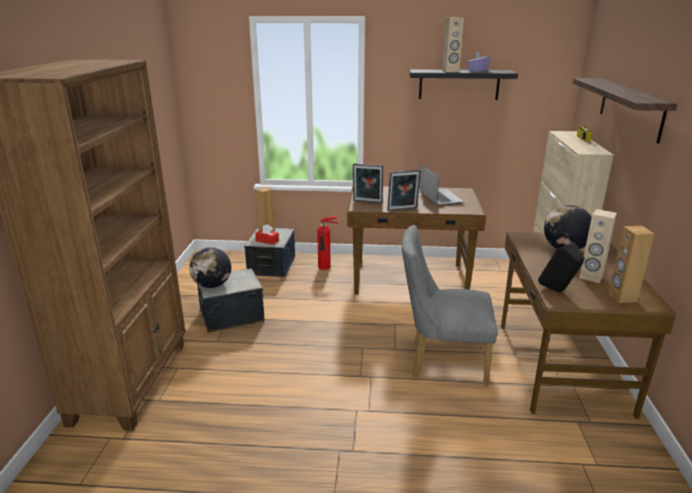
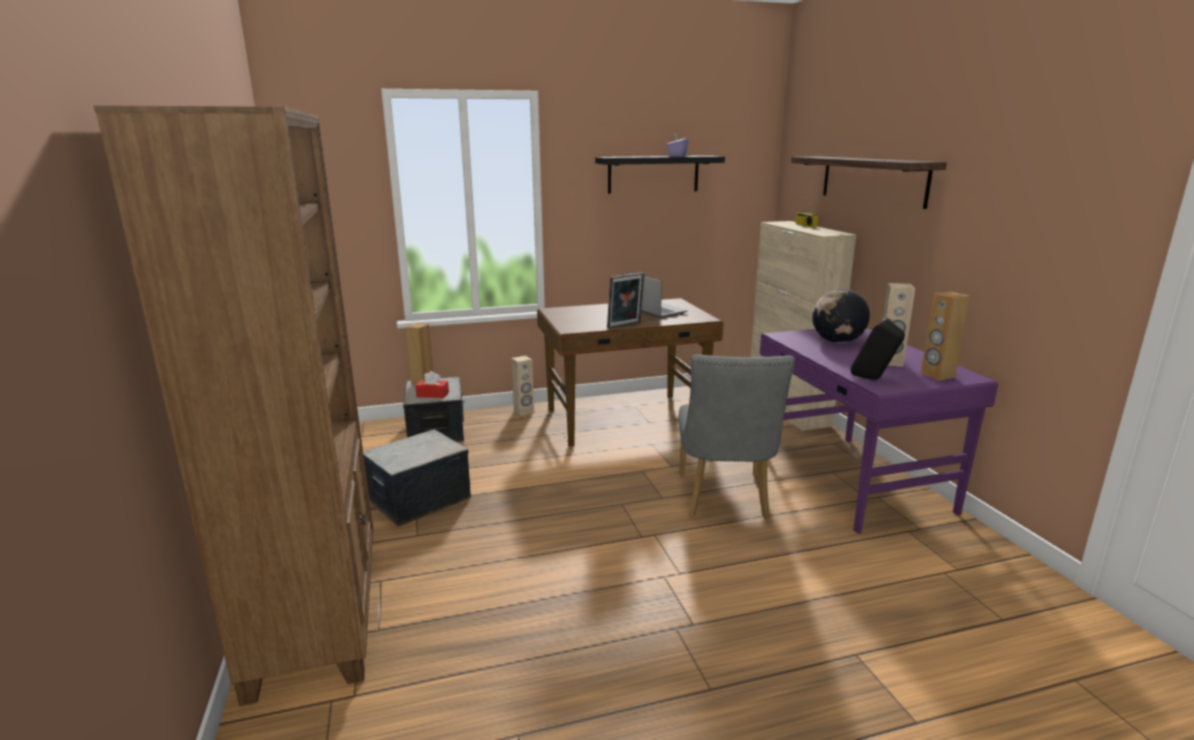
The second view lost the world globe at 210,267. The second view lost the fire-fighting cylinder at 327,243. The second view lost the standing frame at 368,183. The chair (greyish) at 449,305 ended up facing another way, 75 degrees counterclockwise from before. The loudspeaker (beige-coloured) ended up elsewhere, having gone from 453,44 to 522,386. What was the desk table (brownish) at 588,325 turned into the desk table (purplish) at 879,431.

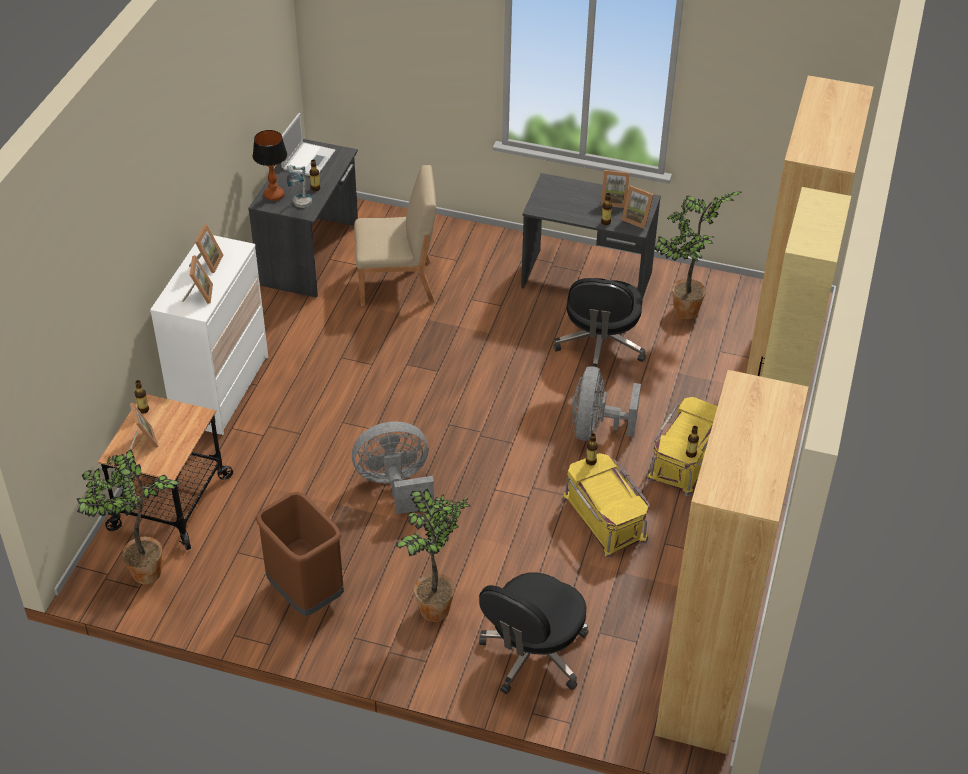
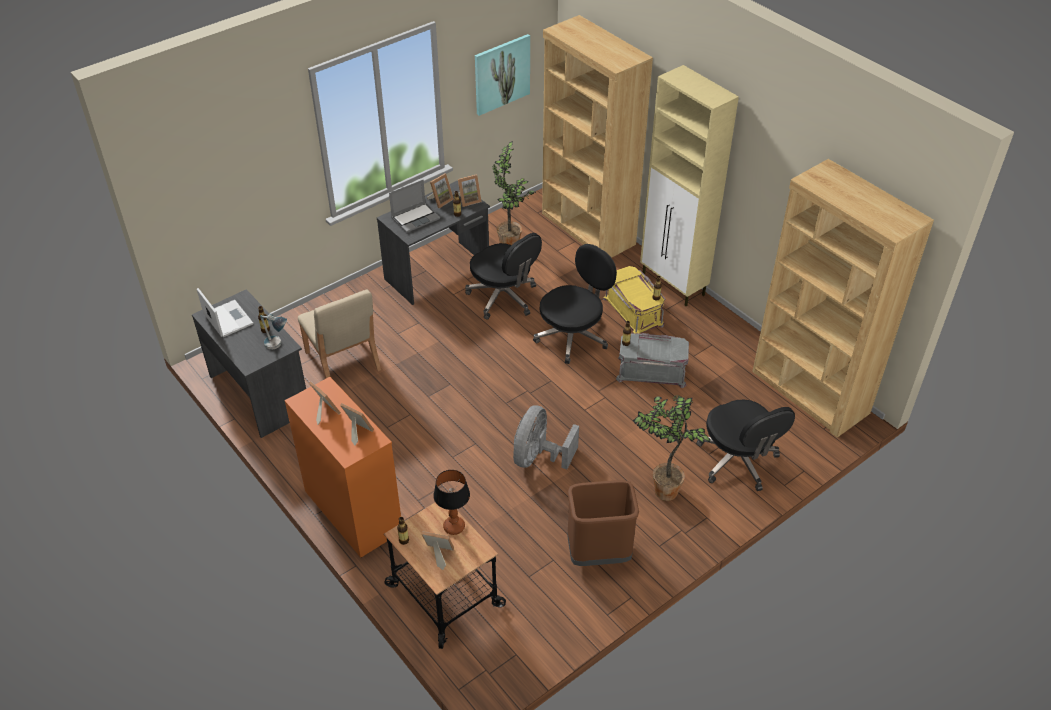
The second view lost the plant in a pot at 128,516. What was the chest of drawers (whitish) at 209,335 turned into the chest of drawers (orangey) at 342,467. The tabletop lamp ended up elsewhere, having gone from 270,165 to 451,502. The chair (beige-coloured) at 395,235 ended up facing another way, 120 degrees clockwise from before. What was the storage box (yellowish) at 606,505 turned into the storage box (greyish) at 652,360. Where the electric fan (greyish) stood at 606,403, the office chair (blackish) came to stand at 575,304. The second view gained the laptop at 414,206. The second view gained the picture at 502,75.

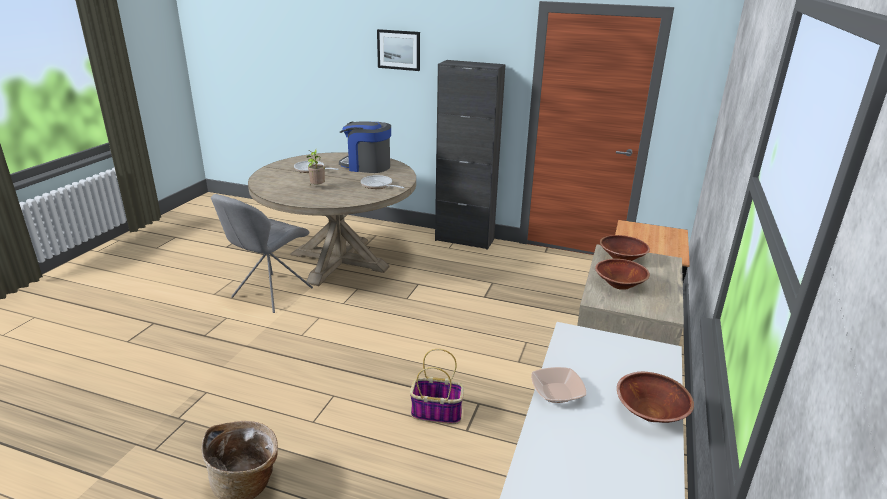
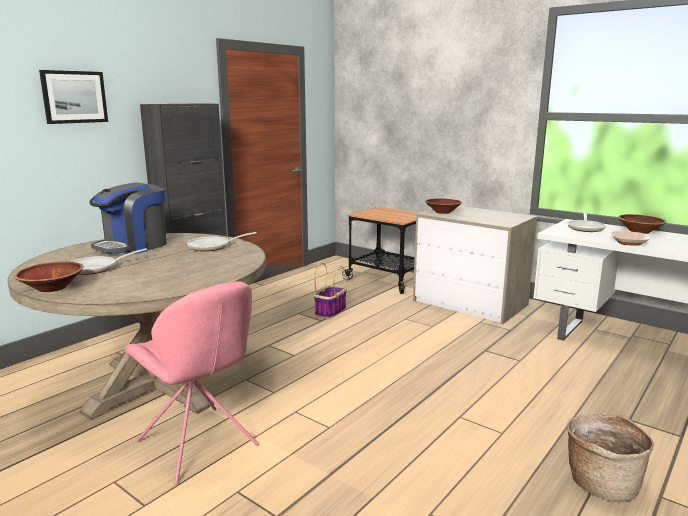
What was the chair (greyish) at 262,253 turned into the chair (pink) at 192,382. The second view lost the plant in a pot at 316,167. The basket ended up elsewhere, having gone from 437,386 to 330,291. The deep dish (brownish) ended up elsewhere, having gone from 622,274 to 49,276. The second view gained the frying pan at 587,222.

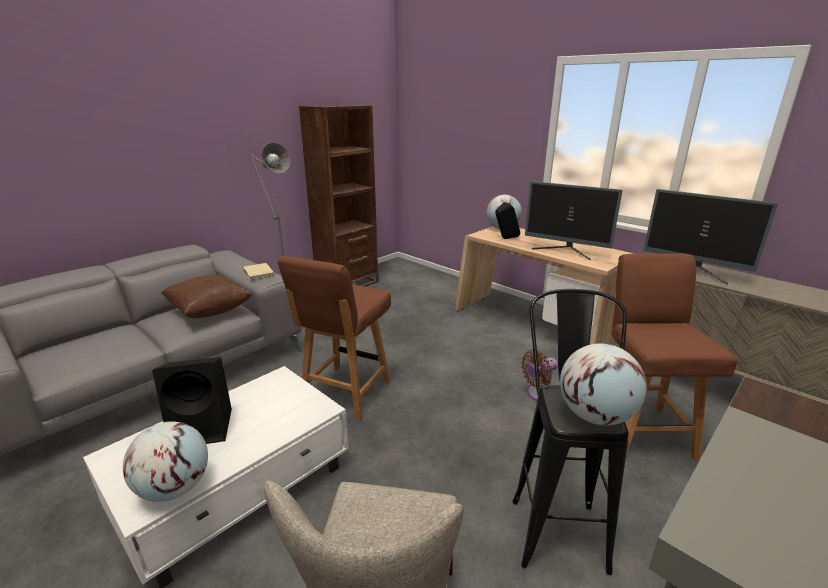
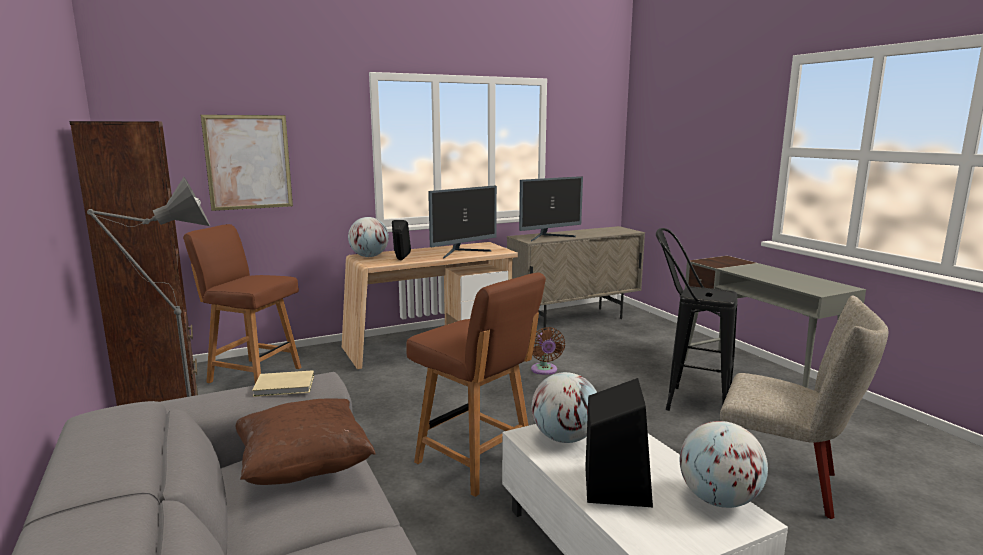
The world globe ended up elsewhere, having gone from 603,384 to 564,407. The chair (brownish) ended up elsewhere, having gone from 674,357 to 242,303. The second view gained the picture at 247,163.

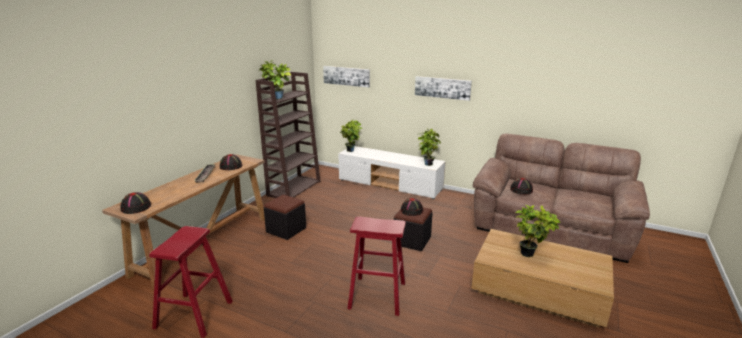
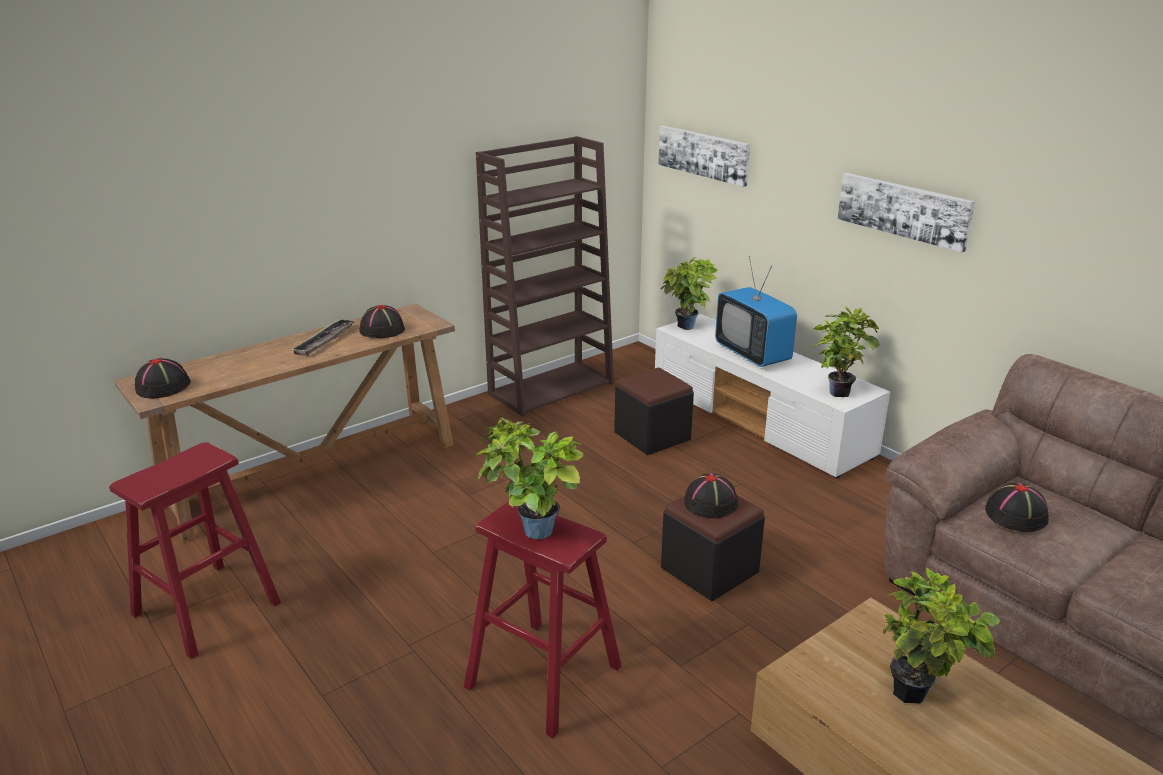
The plant in a pot ended up elsewhere, having gone from 275,79 to 529,478. The ottoman (blackish) ended up elsewhere, having gone from 285,217 to 654,411. The second view gained the television at 756,311.

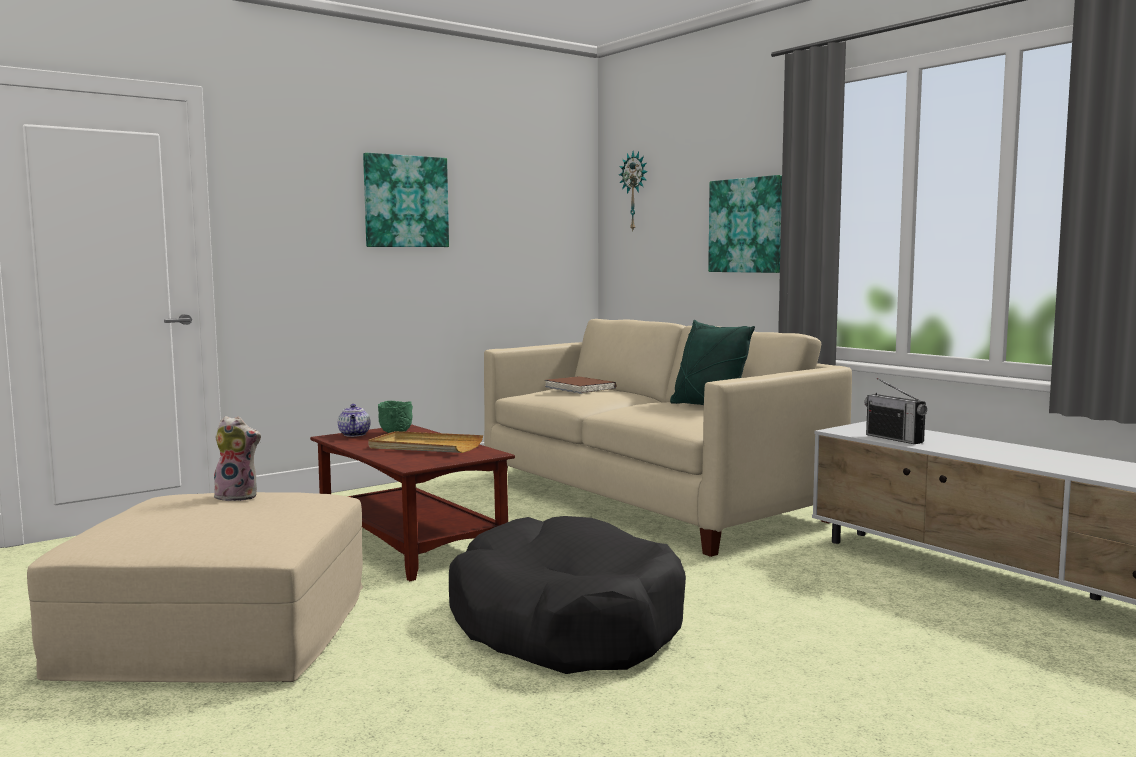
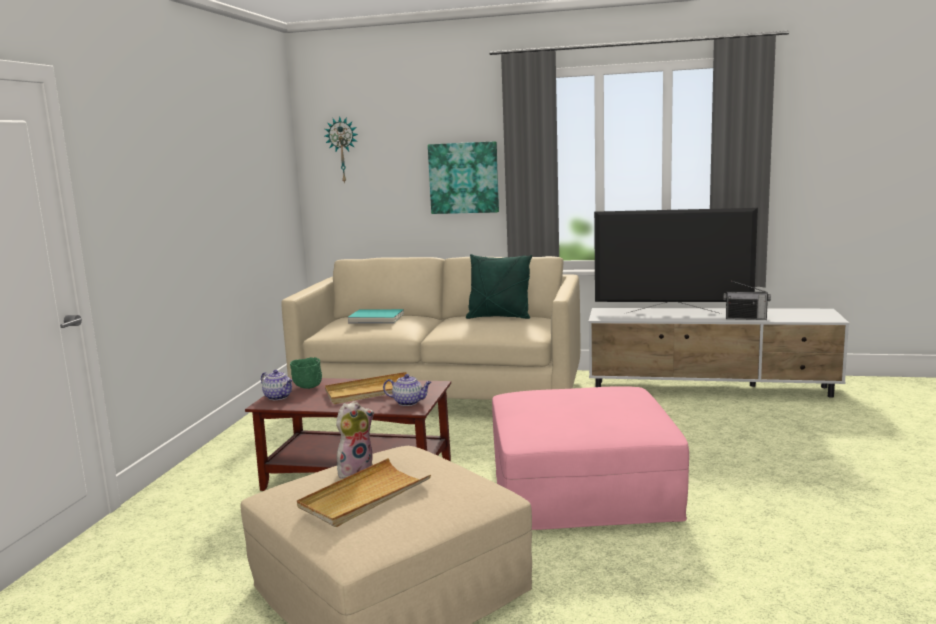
The second view lost the picture at 406,200. Where the pet bed (blackish) stood at 567,595, the ottoman (pink) came to stand at 590,458. What was the book (brownish) at 581,385 turned into the book (turquoise-coloured) at 375,316. The radio receiver ended up elsewhere, having gone from 895,411 to 747,300. The second view gained the tray (beige-coloured) at 364,492. The second view gained the pot for tea at 407,390. The second view gained the television at 676,261.

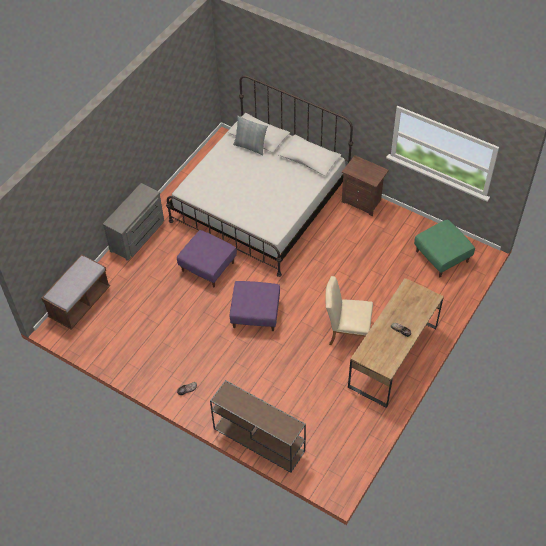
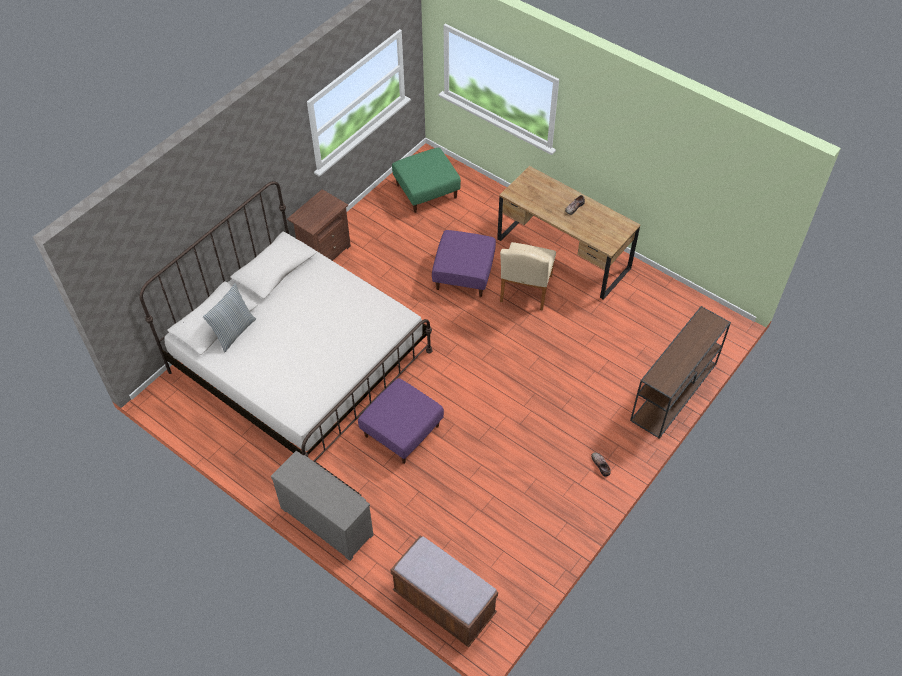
The ottoman (purplish) ended up elsewhere, having gone from 255,306 to 464,263.

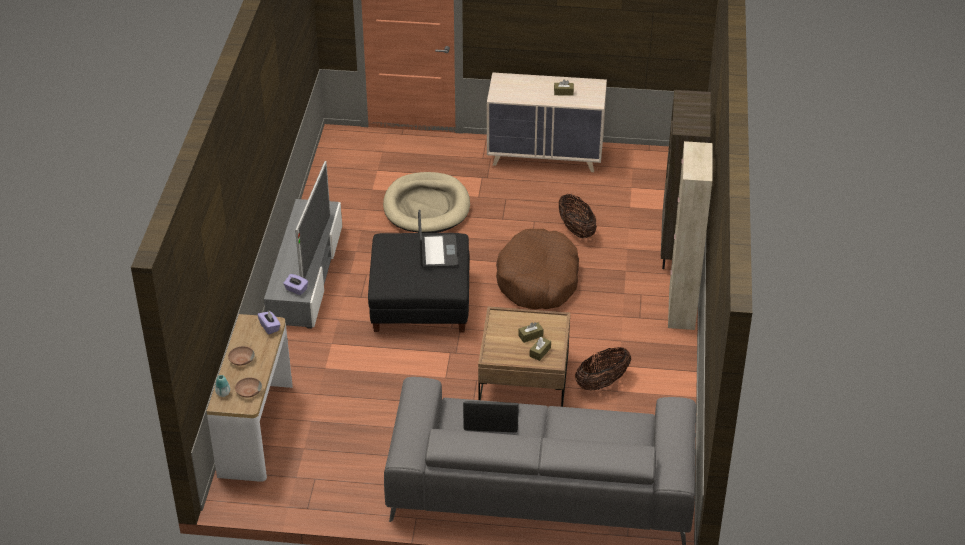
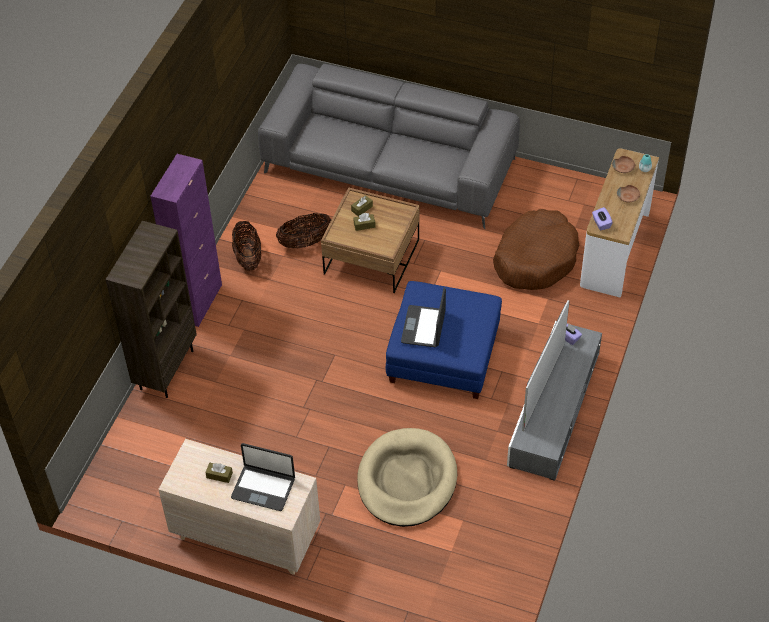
What was the ottoman (blackish) at 419,282 turned into the ottoman (blue-coloured) at 444,340. The laptop ended up elsewhere, having gone from 491,416 to 263,477. The pet bed (brownish) ended up elsewhere, having gone from 537,269 to 536,249. The basket ended up elsewhere, having gone from 578,216 to 246,245. What was the cabinet (beige-coloured) at 690,235 turned into the cabinet (purplish) at 186,240.

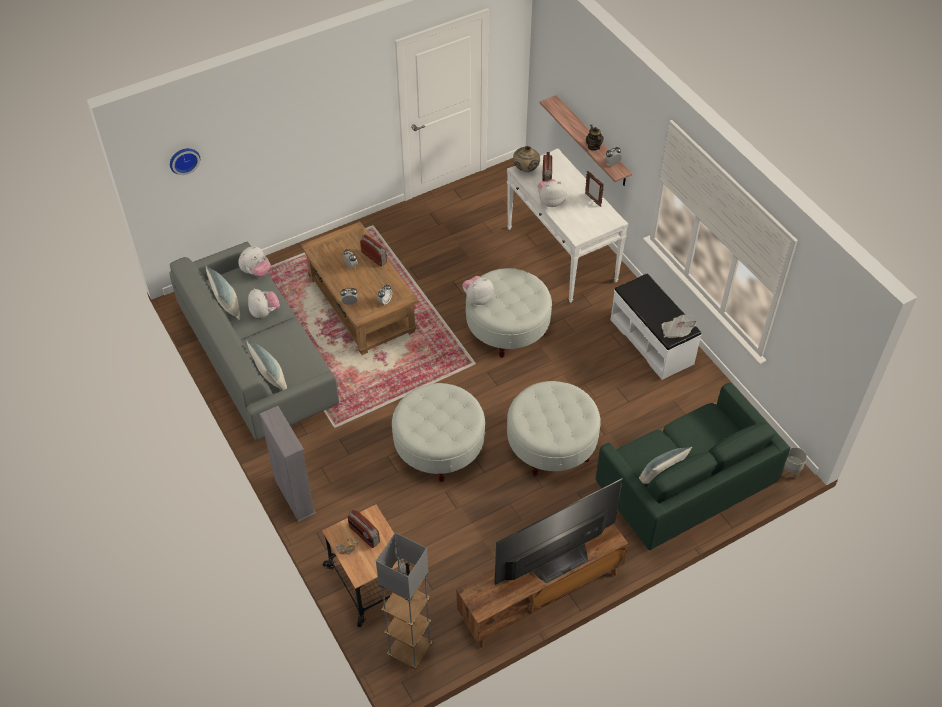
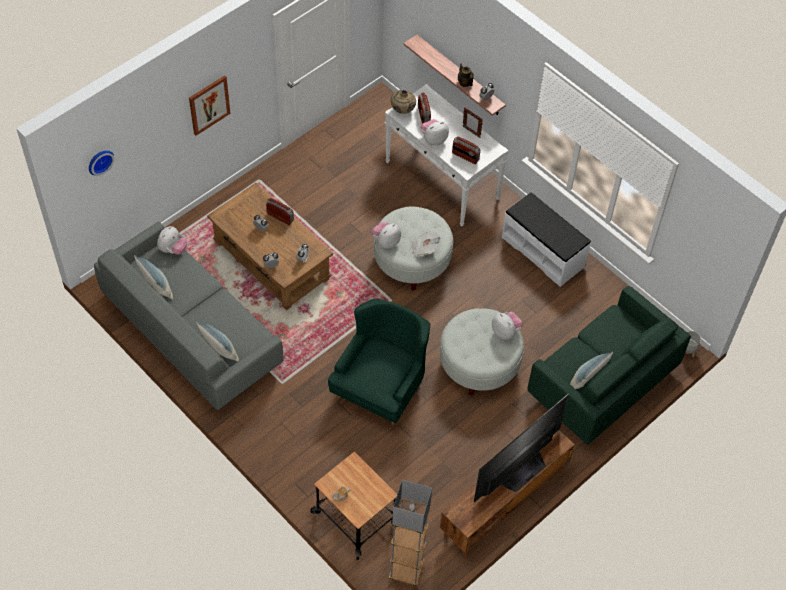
The cuddly toy ended up elsewhere, having gone from 264,303 to 507,326. The second view lost the shelving unit (greyish) at 287,464. The radio receiver ended up elsewhere, having gone from 364,529 to 466,150. Where the ottoman (whitish) stood at 438,432, the easy chair (green-coloured) came to stand at 379,361. The newspaper ended up elsewhere, having gone from 679,326 to 425,244. The second view gained the picture at 210,105.

